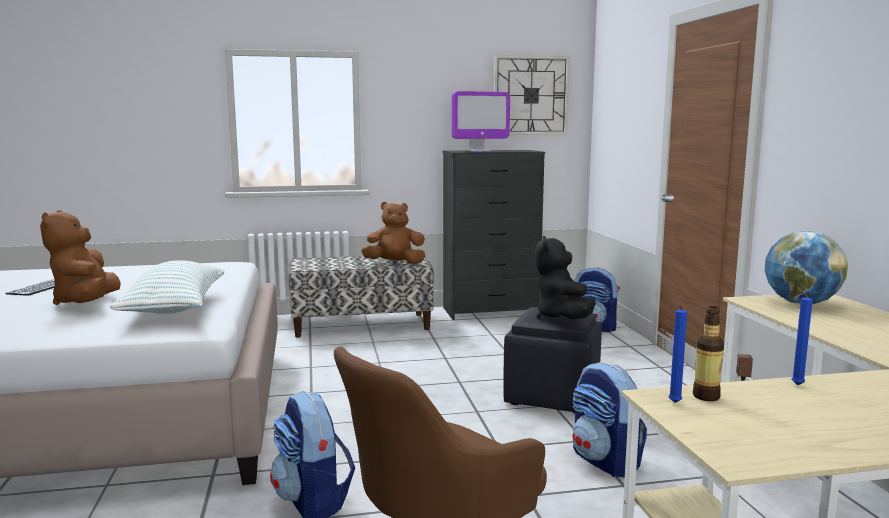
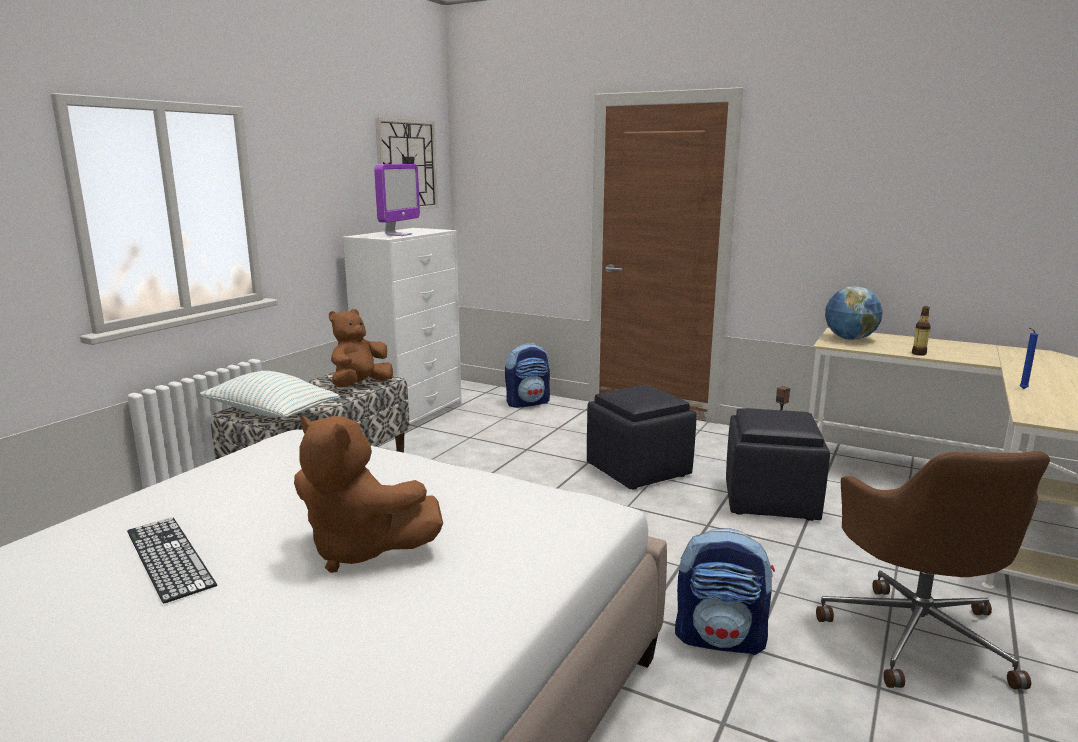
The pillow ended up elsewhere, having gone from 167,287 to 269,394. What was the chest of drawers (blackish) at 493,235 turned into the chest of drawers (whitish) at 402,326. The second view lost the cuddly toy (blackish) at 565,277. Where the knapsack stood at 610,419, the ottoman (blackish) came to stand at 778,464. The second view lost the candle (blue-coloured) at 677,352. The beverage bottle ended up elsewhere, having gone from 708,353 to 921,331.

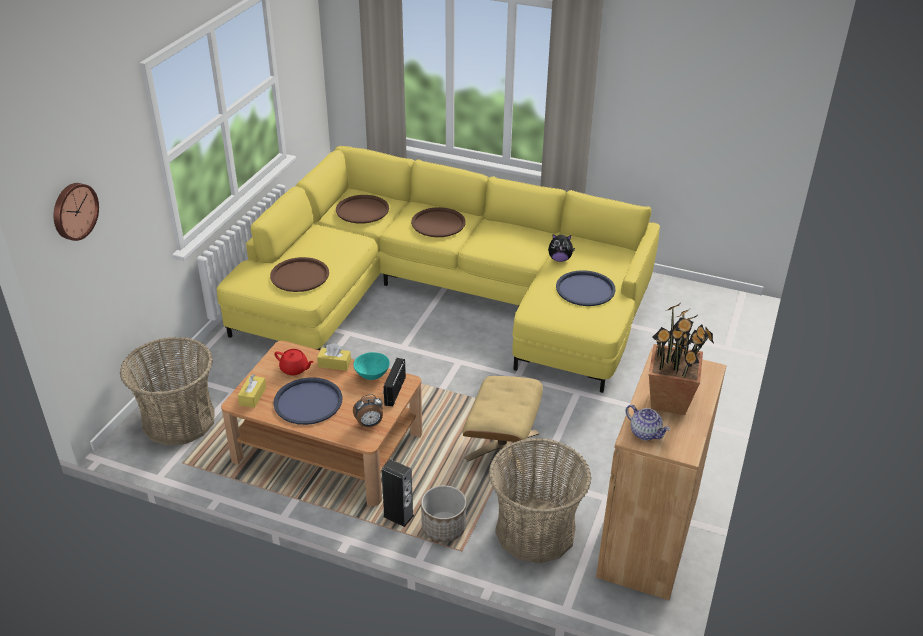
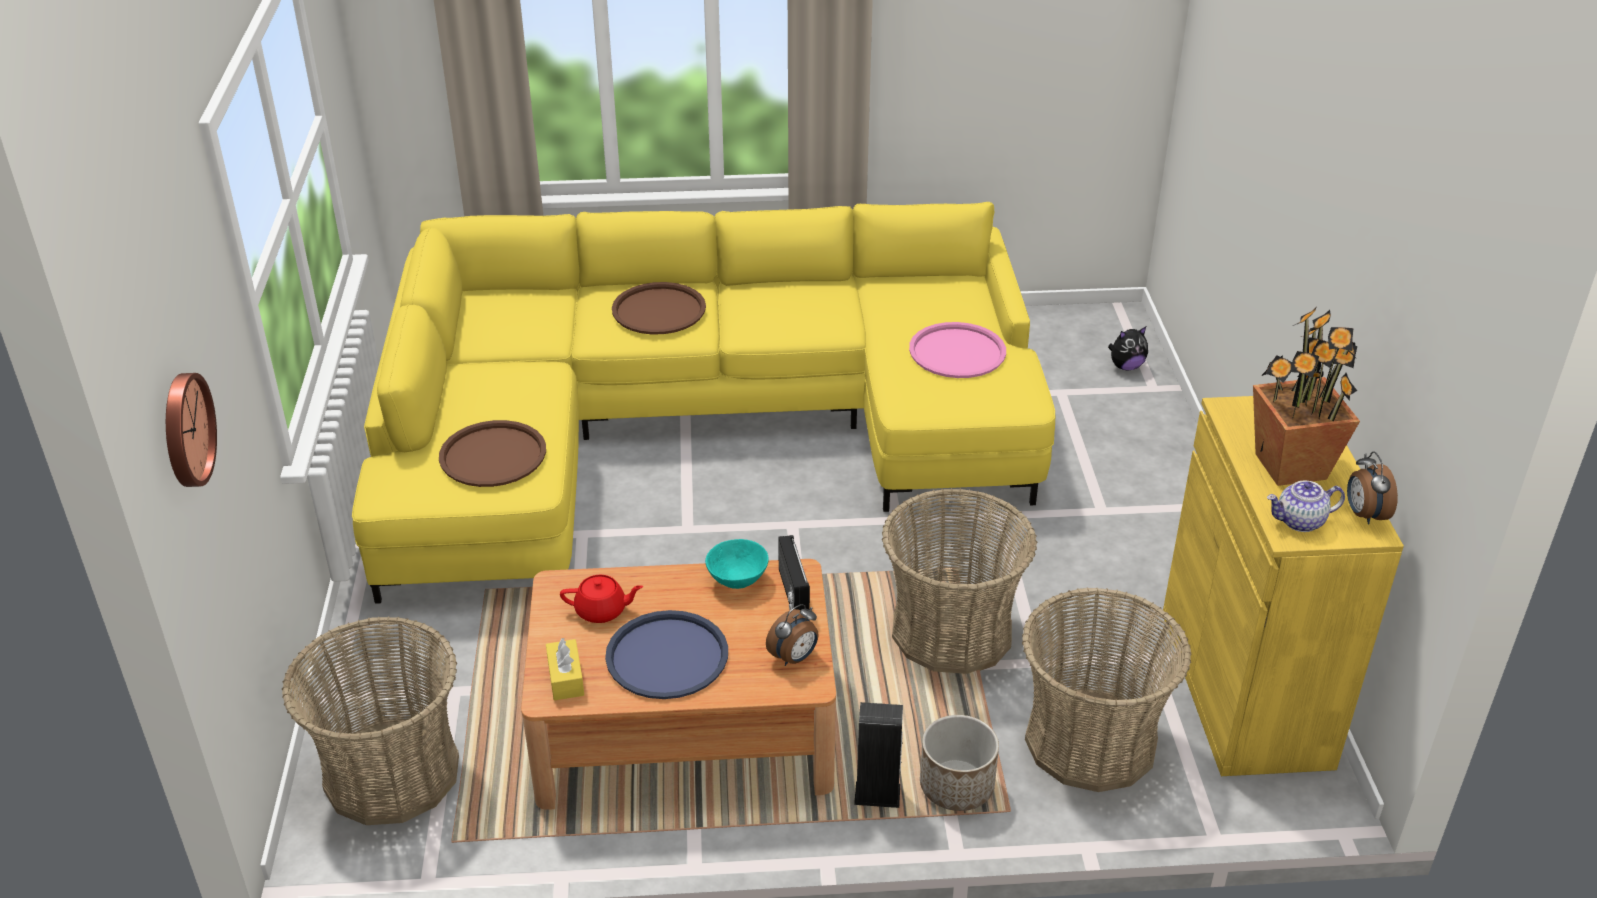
The second view lost the box of tissues (yellowish) at 334,357. The second view lost the tray (brownish) at 362,209. Where the ottoman (beige-coloured) stood at 502,424, the basket came to stand at 959,581. The cuddly toy ended up elsewhere, having gone from 561,248 to 1128,349. What was the tray (blue-coloured) at 586,288 turned into the tray (pink) at 957,350. What was the cabinet (brownish) at 661,473 turned into the cabinet (yellowish) at 1283,586. The pot for tea at 647,423 ended up facing another way, 150 degrees clockwise from before. The second view gained the table clock at 1372,488.

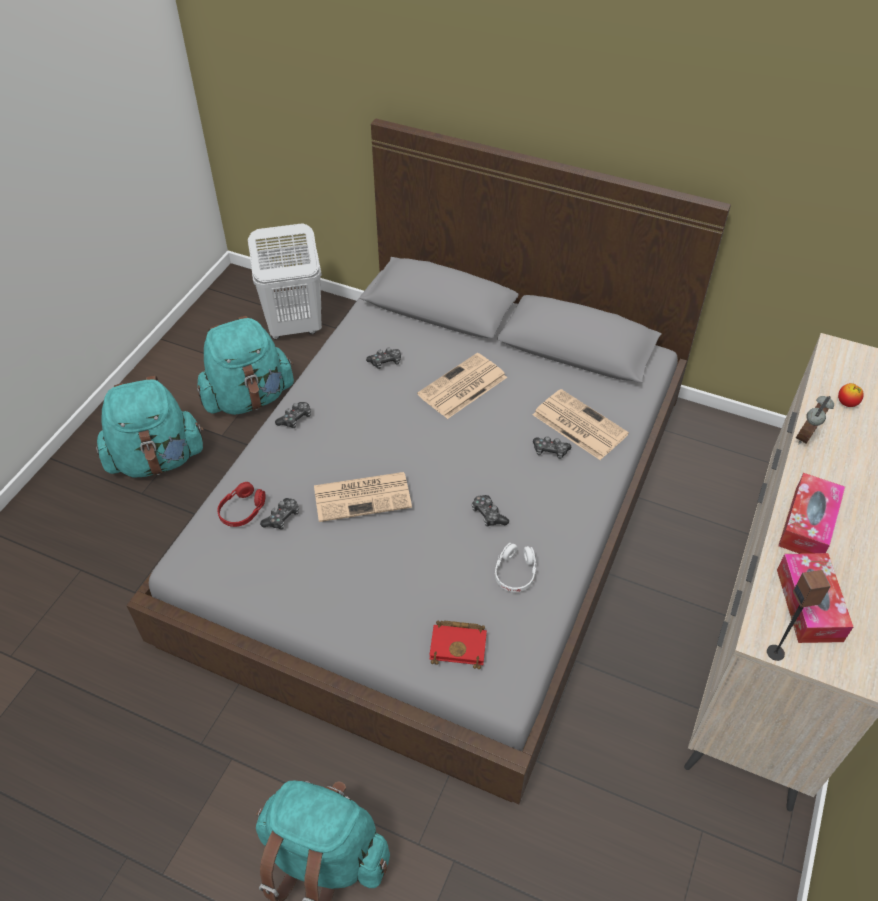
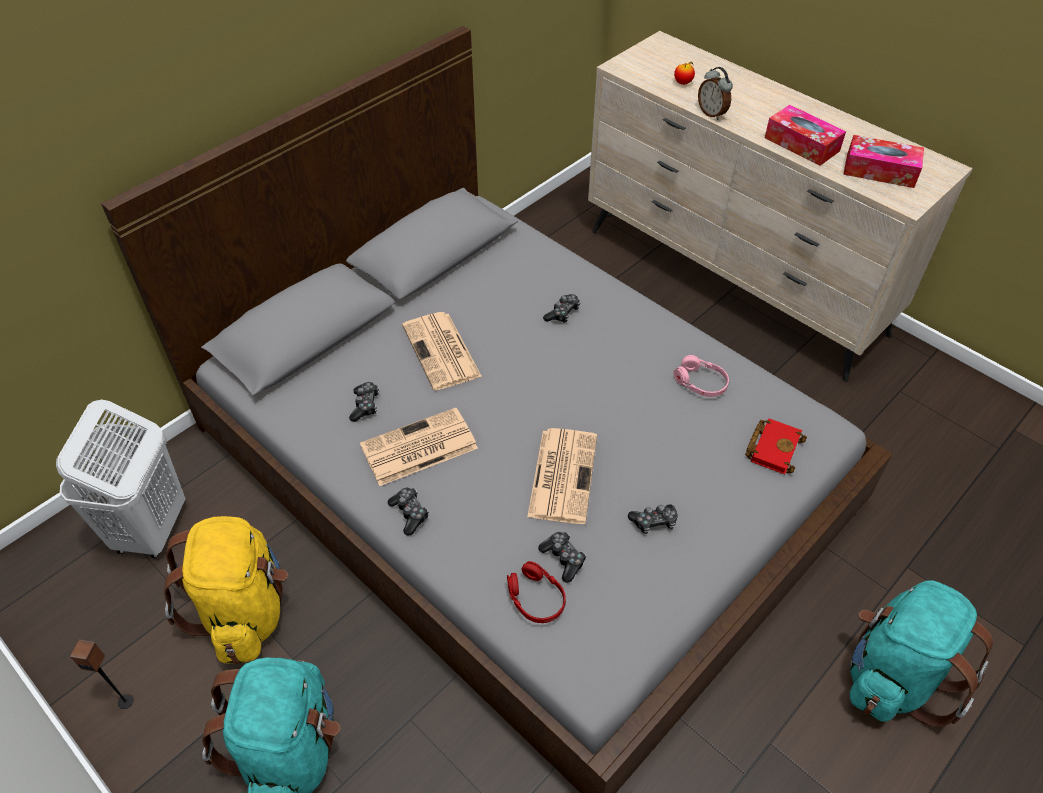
What was the knapsack (turquoise-coloured) at 245,365 turned into the knapsack (yellowish) at 226,590. The gamepad ended up elsewhere, having gone from 490,510 to 653,519. What was the headphones (whitish) at 516,567 turned into the headphones (pink) at 701,376. The newspaper ended up elsewhere, having gone from 581,424 to 419,447. The loudspeaker ended up elsewhere, having gone from 799,615 to 102,674.

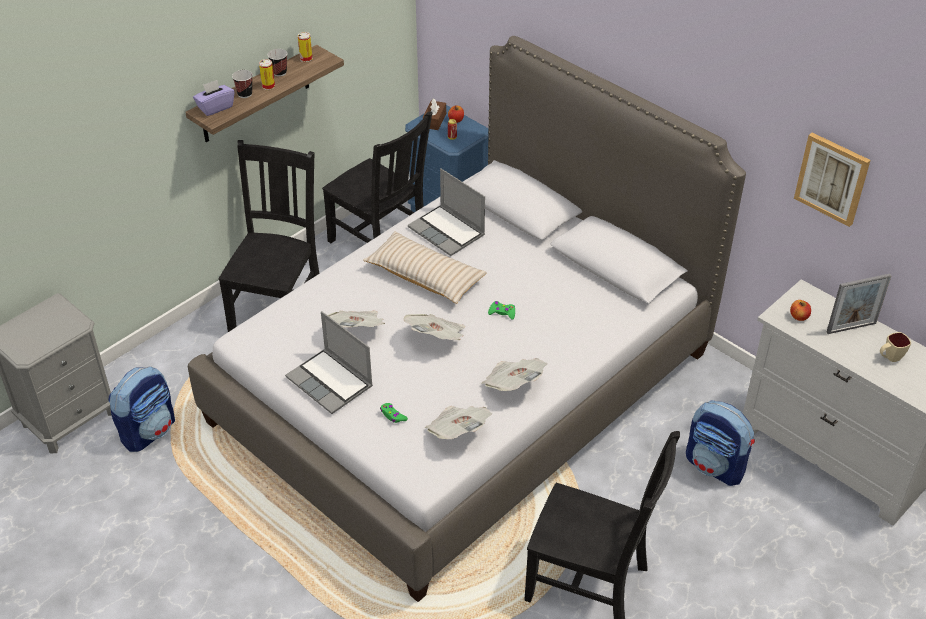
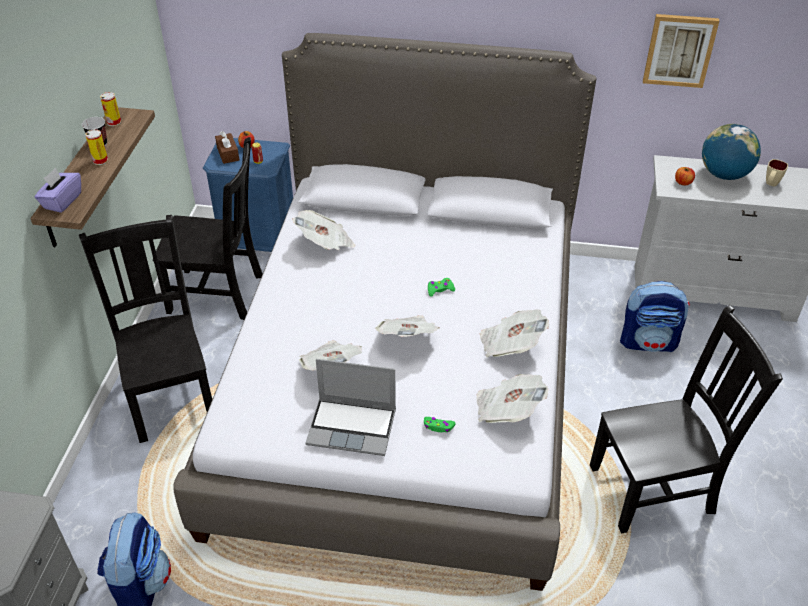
The second view lost the small cup at 242,84. The second view lost the pillow (beige-coloured) at 425,268. Where the laptop stood at 446,212, the newspaper came to stand at 324,230. Where the standing frame stood at 859,304, the world globe came to stand at 731,152.

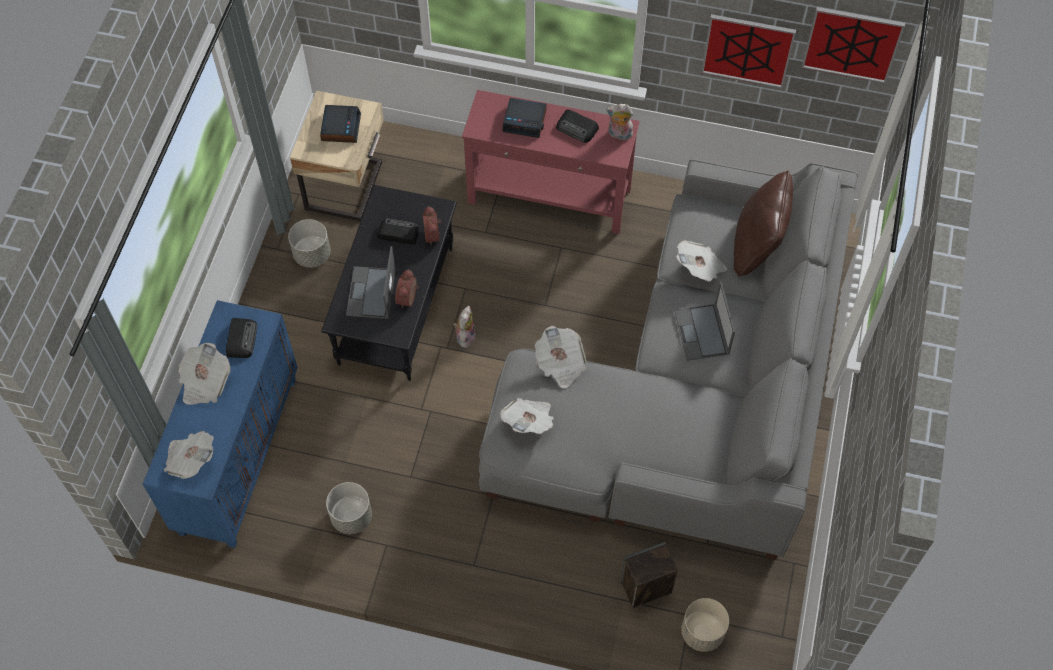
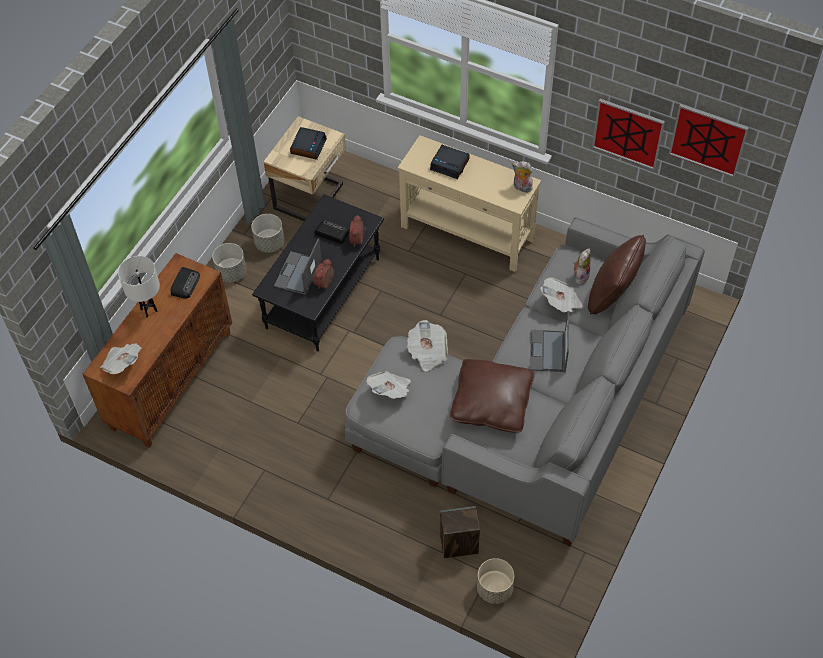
What was the cabinet (blue-coloured) at 220,424 turned into the cabinet (brownish) at 157,350. Where the newspaper stood at 204,374, the tabletop lamp (whitish) came to stand at 139,287. The plant pot (greyish) ended up elsewhere, having gone from 349,508 to 229,262. The cuddly toy ended up elsewhere, having gone from 465,327 to 582,266. What was the hall table (red-coloured) at 551,162 turned into the hall table (beige-coloured) at 469,203. The second view lost the radio receiver at 577,126. The second view gained the pillow (brownish) at 492,396.

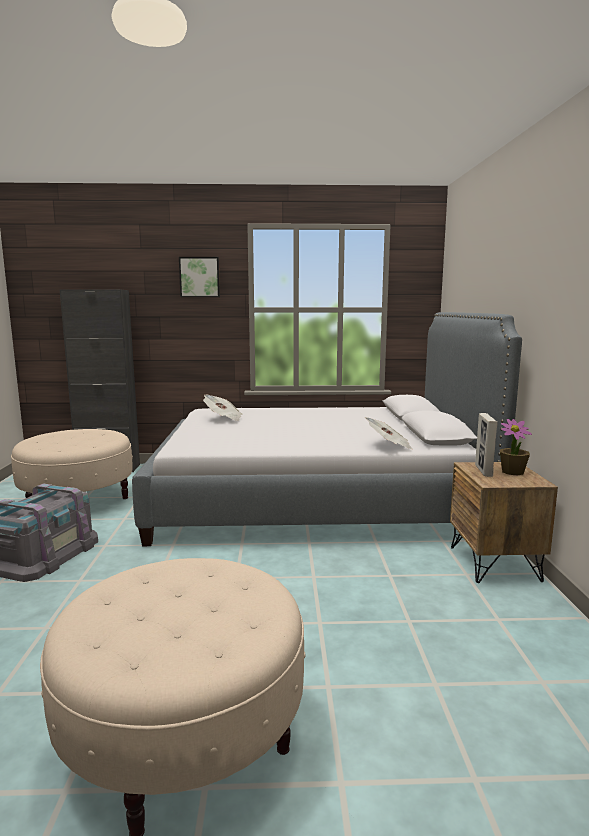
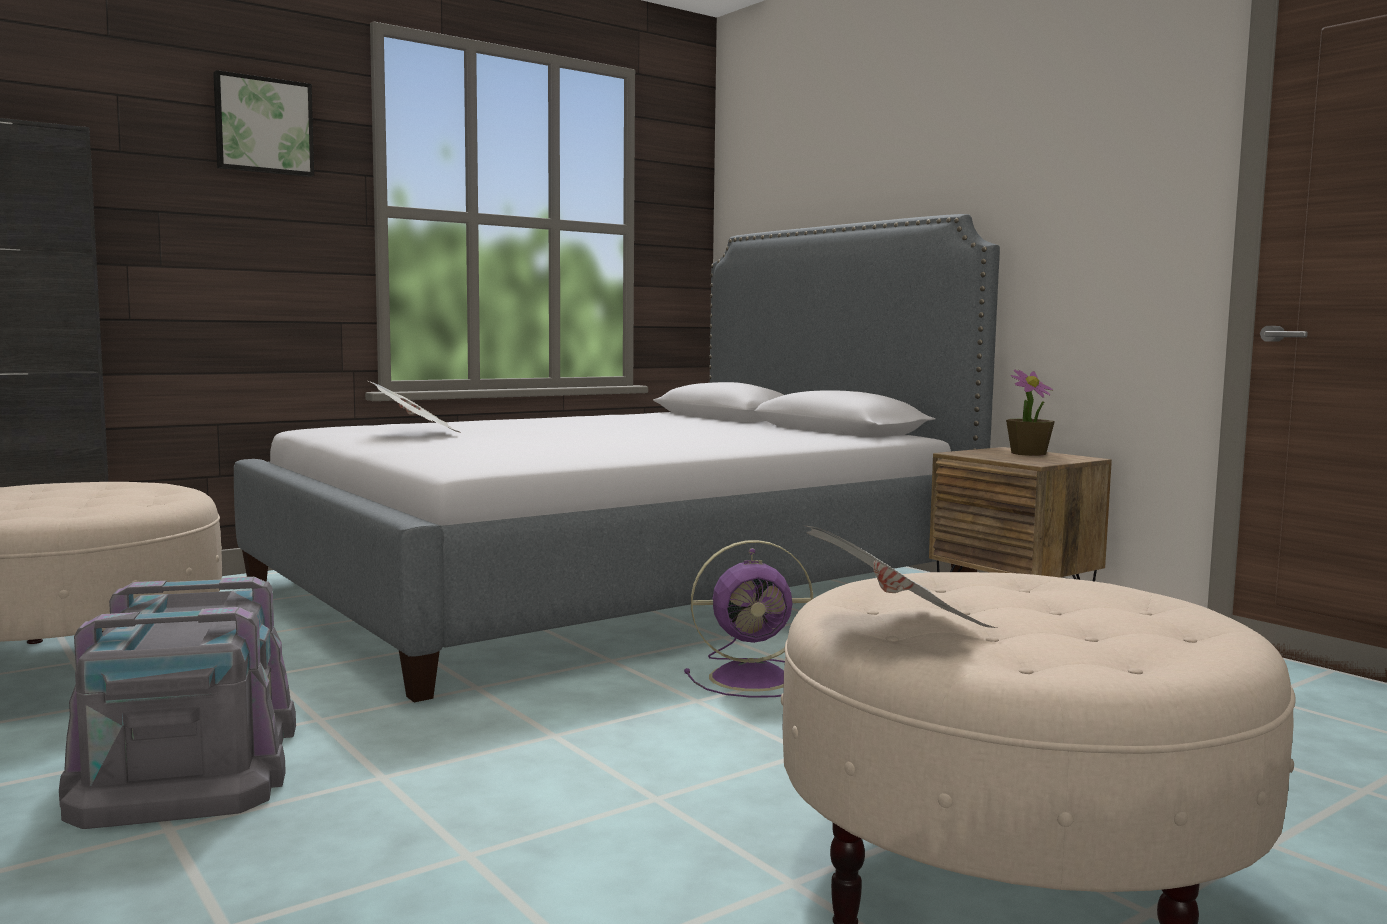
The newspaper ended up elsewhere, having gone from 388,433 to 901,577. The second view lost the standing frame at 486,445. The second view gained the electric fan (purplish) at 748,619.

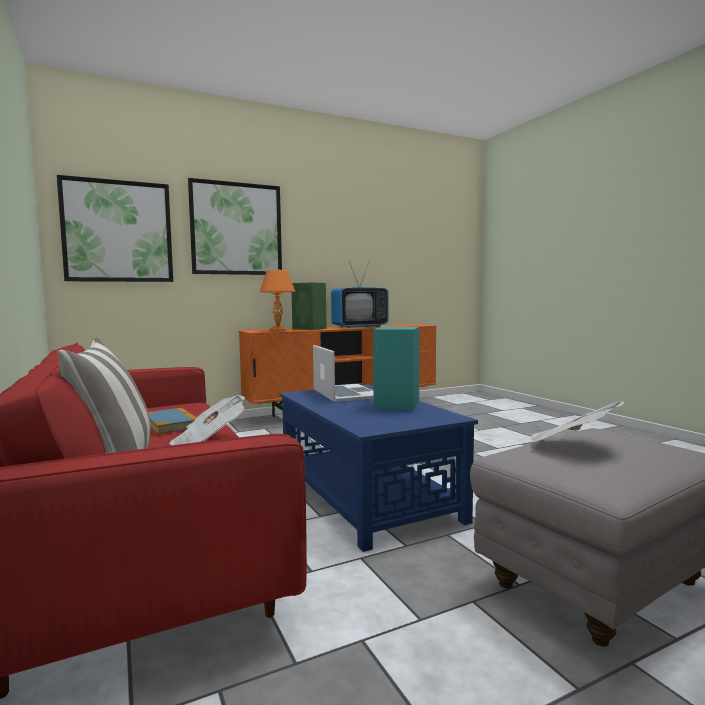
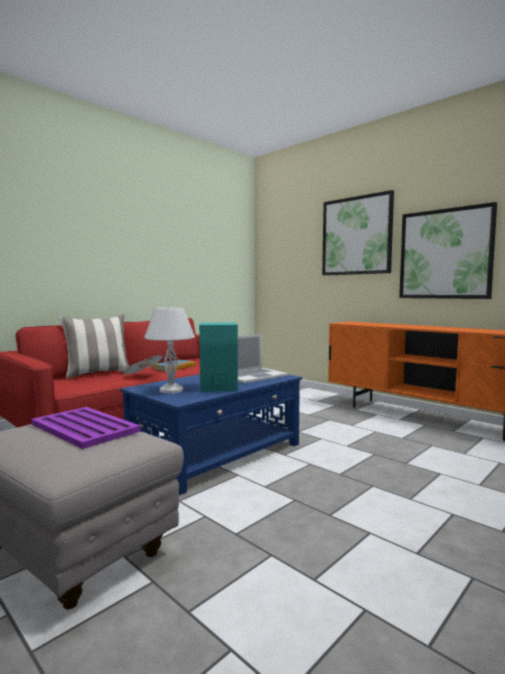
The picture ended up elsewhere, having gone from 115,228 to 448,250. The second view lost the tabletop lamp (orangey) at 278,300. The second view lost the loudspeaker (green-coloured) at 309,306. The second view lost the television at 359,294. Where the newspaper stood at 577,422, the tray (purplish) came to stand at 86,428. The second view gained the tabletop lamp (whitish) at 169,350.

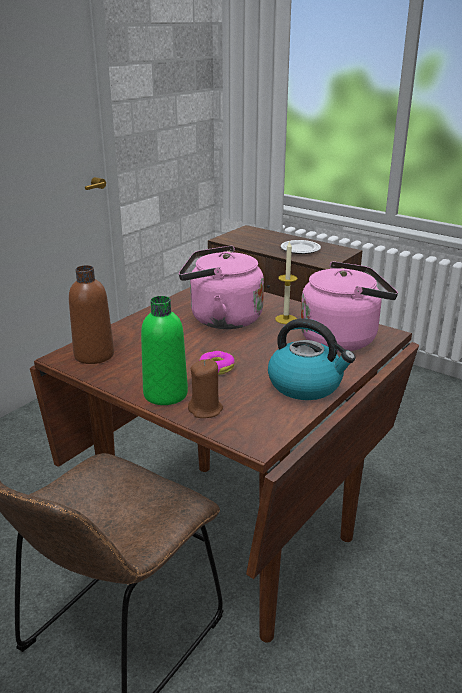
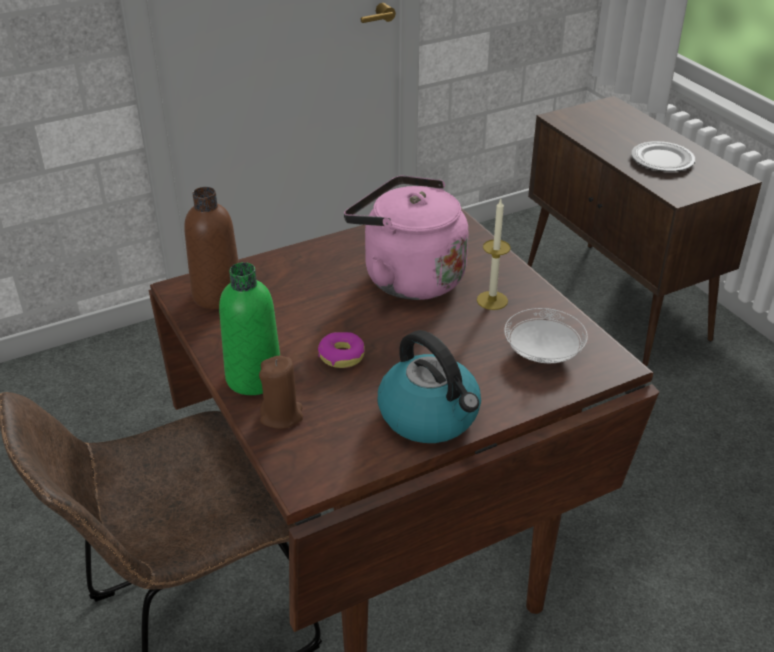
Where the kettle (pink) stood at 349,306, the dinner plate (whitish) came to stand at 546,335.

